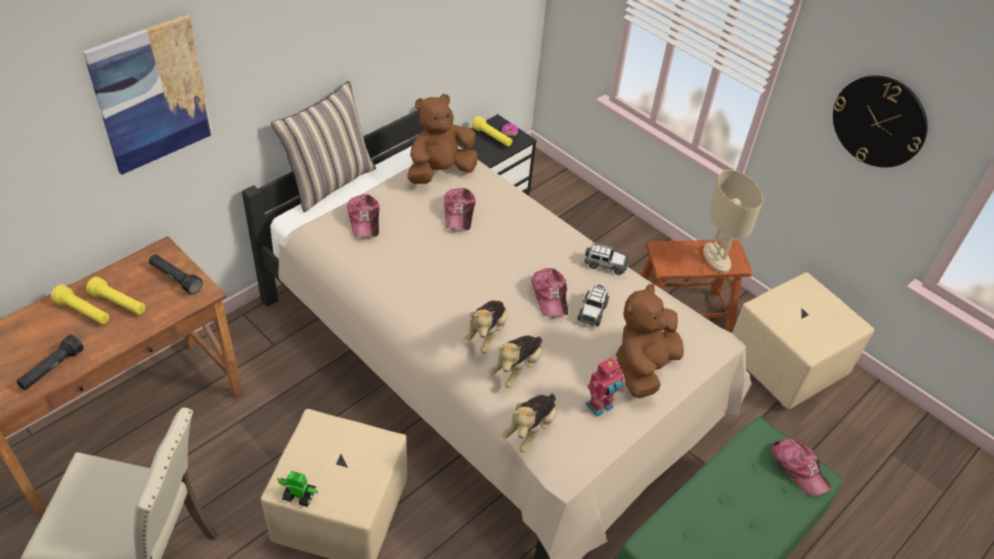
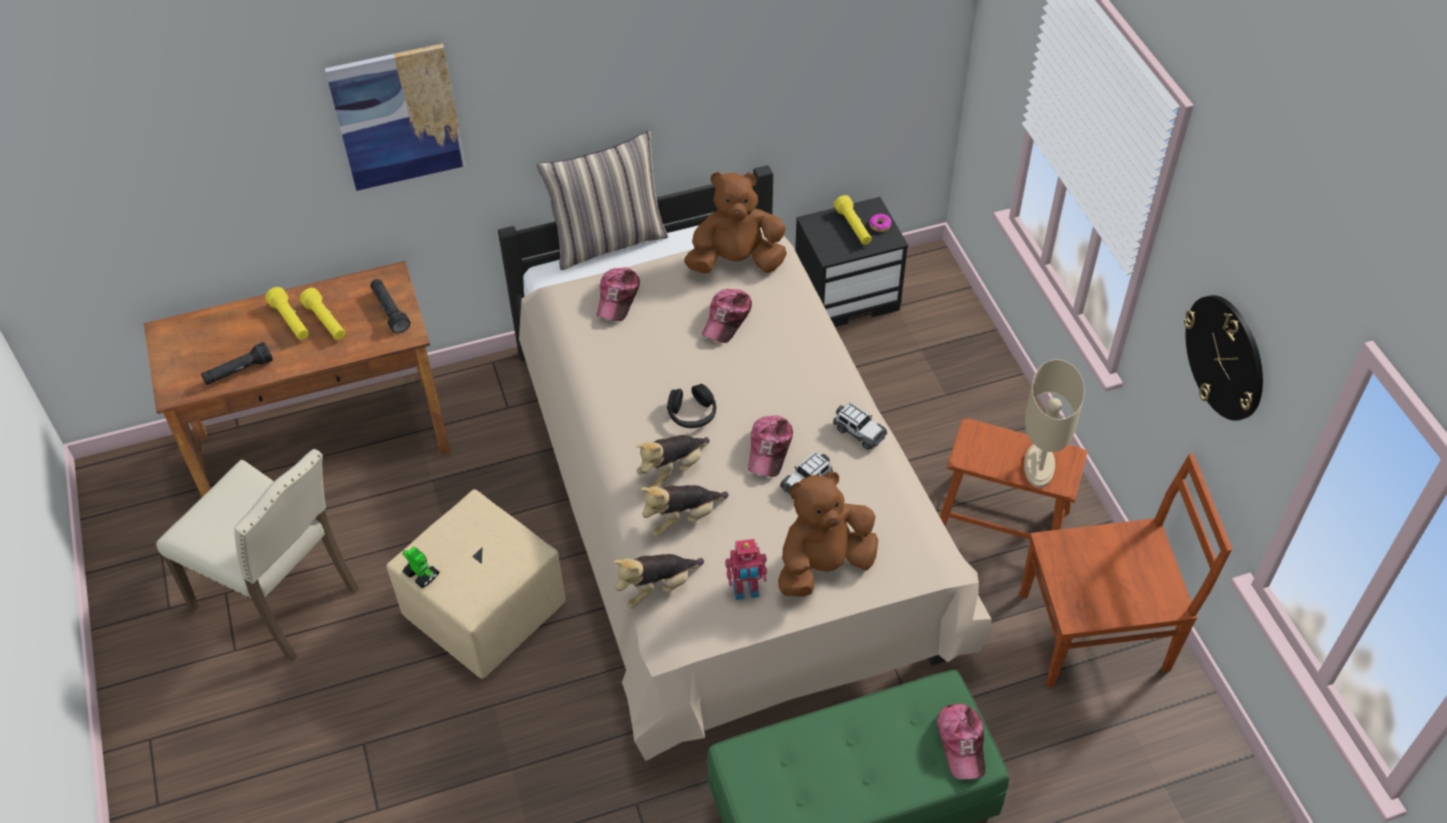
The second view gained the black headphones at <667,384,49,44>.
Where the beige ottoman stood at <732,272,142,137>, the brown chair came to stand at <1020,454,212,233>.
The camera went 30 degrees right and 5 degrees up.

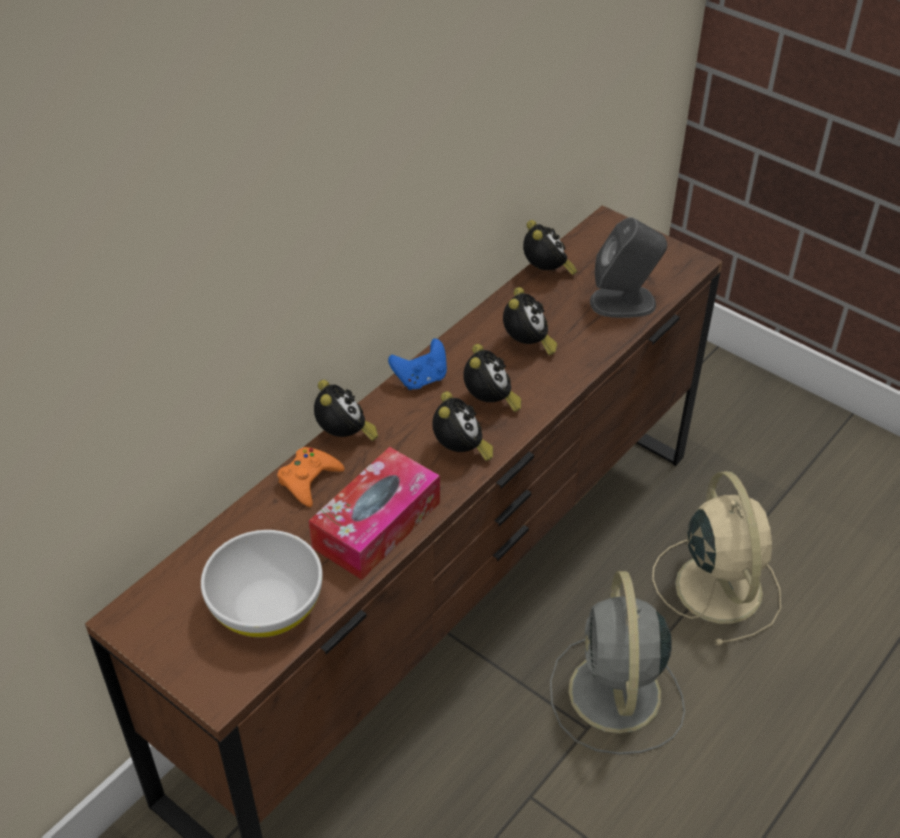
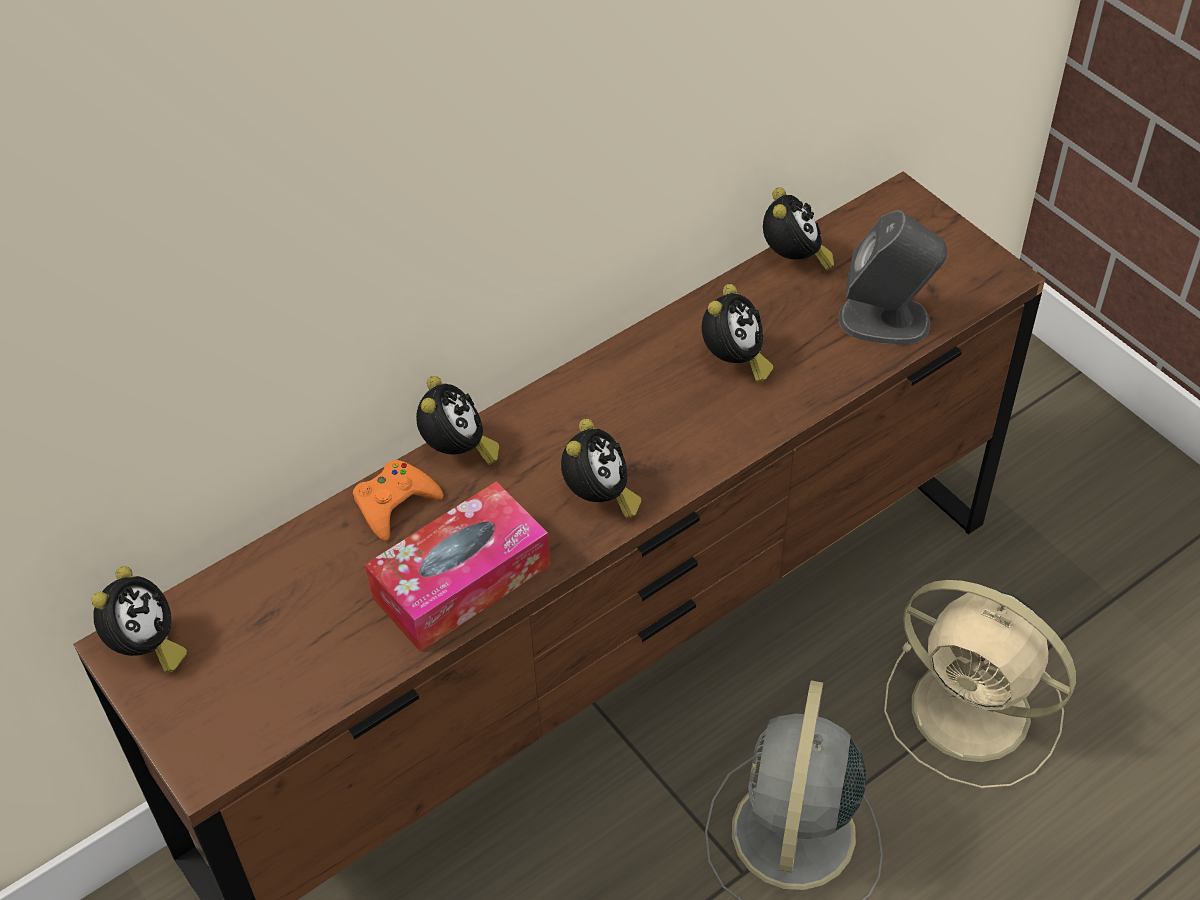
The second view lost the white bowl at <201,530,121,107>.
The second view lost the blue game controller at <388,339,59,51>.
The alarm clock ended up elsewhere, having gone from <463,344,58,68> to <91,566,96,107>.
The beige fan at <652,471,129,175> ended up facing another way, 120 degrees clockwise from before.
The camera went 15 degrees right and 5 degrees up.

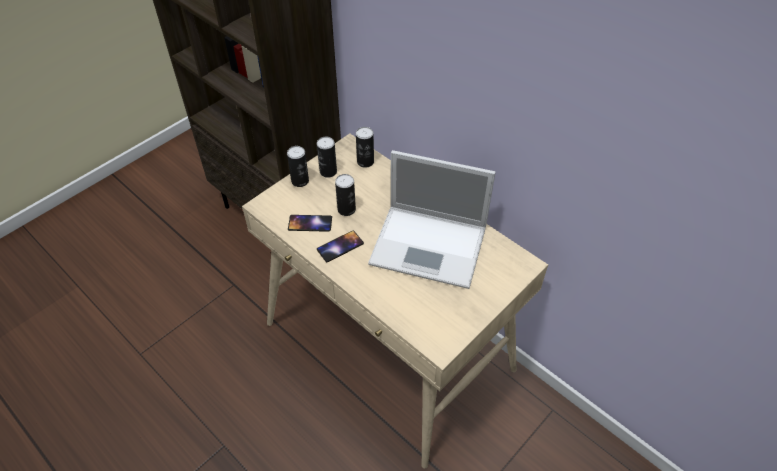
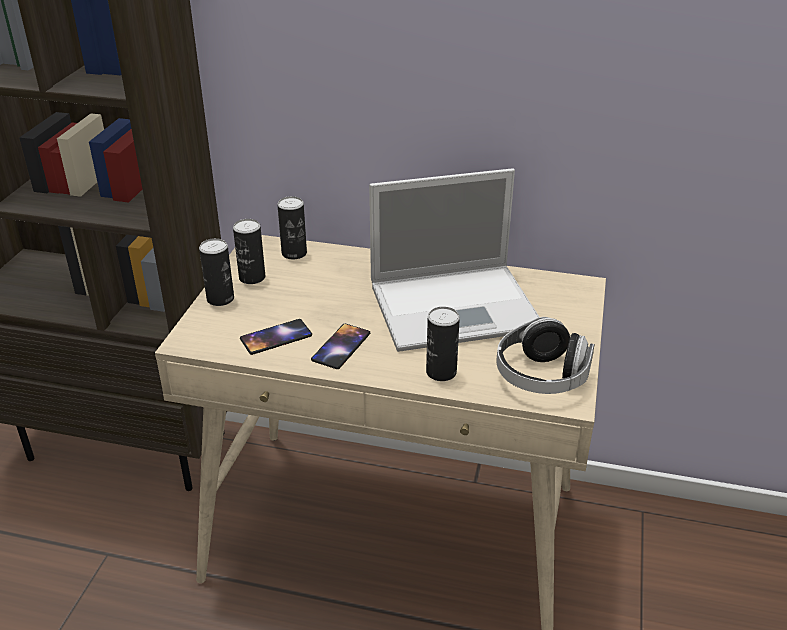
The second view gained the headphones at <496,317,98,77>.
The can ended up elsewhere, having gone from <335,174,21,42> to <426,307,34,74>.
The camera went 30 degrees left and 15 degrees down.

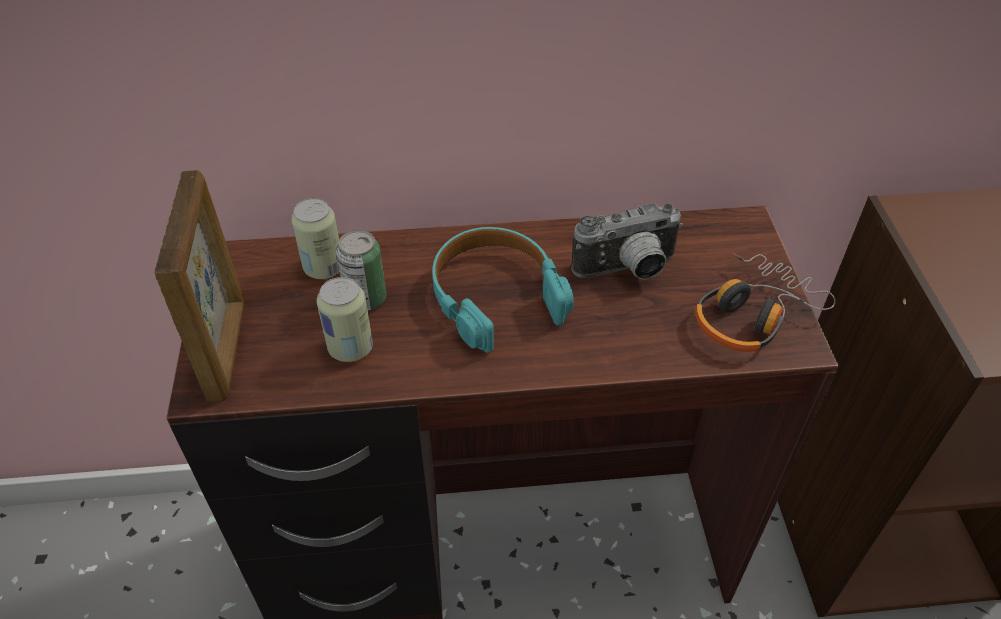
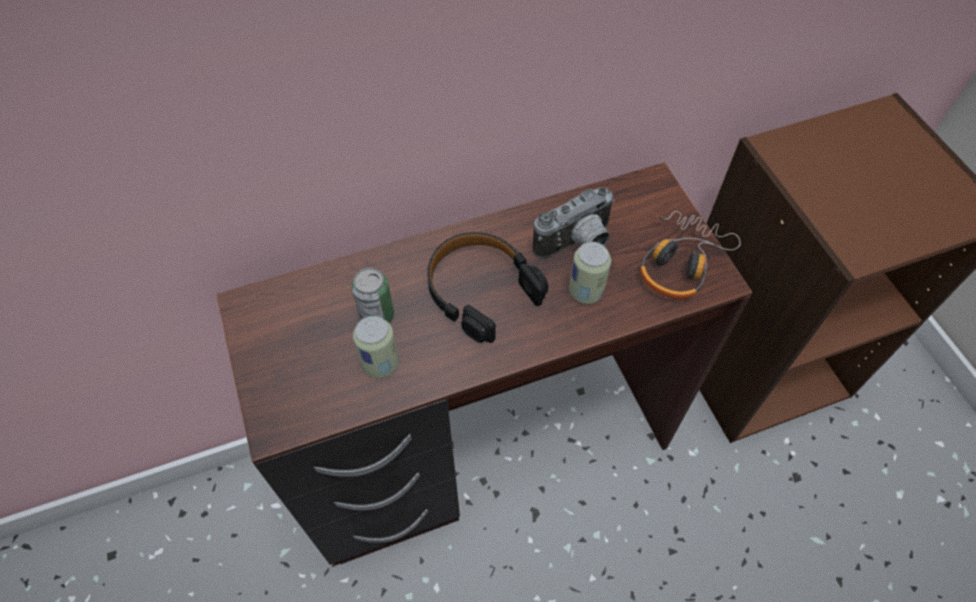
The second view lost the picture frame at <154,170,91,232>.
The can ended up elsewhere, having gone from <291,198,49,81> to <569,242,42,62>.
What was the turquoise headphones at <432,227,142,126> turned into the black headphones at <427,232,121,111>.
The camera went 15 degrees left and 10 degrees up.

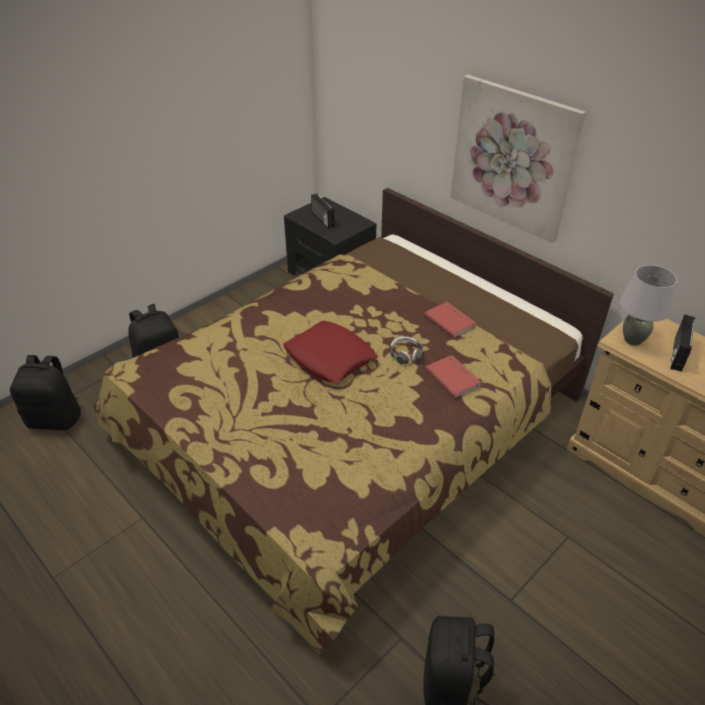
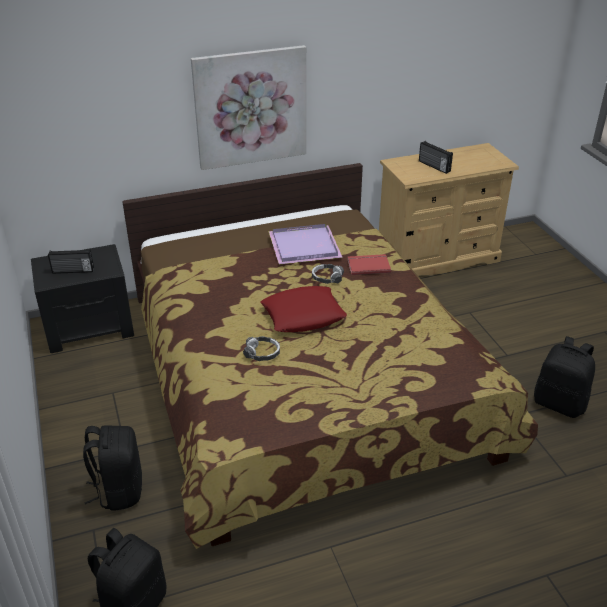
The second view lost the grey table lamp at <620,265,57,81>.
The second view gained the headphones at <243,336,37,25>.
Where the red book stood at <424,302,52,36>, the purple tray came to stand at <268,224,75,40>.
The camera went 65 degrees left and 5 degrees down.

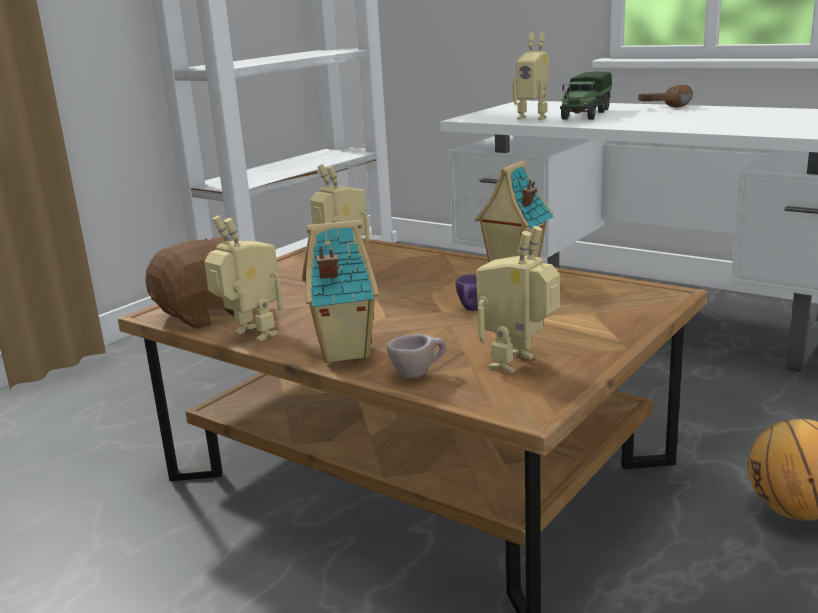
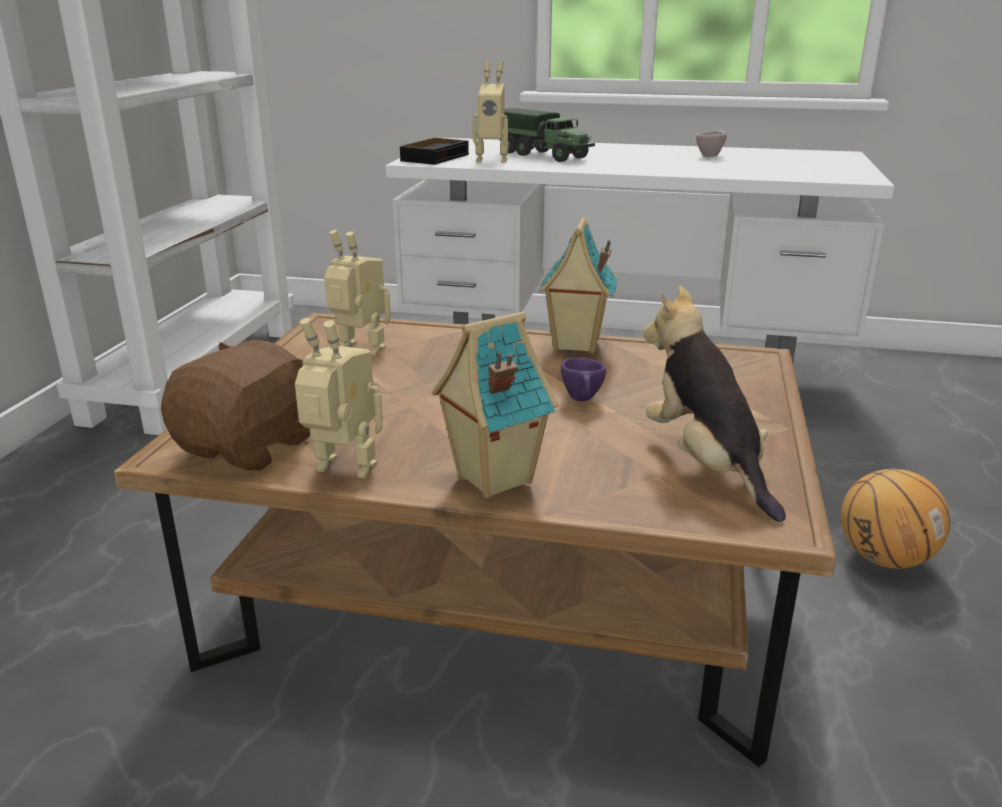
The second view lost the brown headphones at <638,85,55,22>.
The second view gained the alarm clock at <400,138,69,27>.
The beige cup ended up elsewhere, having gone from <387,334,59,44> to <696,131,31,26>.
Where the toy robot stood at <476,226,84,147>, the plush toy came to stand at <643,286,143,236>.
The toy truck at <560,71,52,49> ended up facing another way, 45 degrees counterclockwise from before.
The camera went 25 degrees left and 5 degrees up.

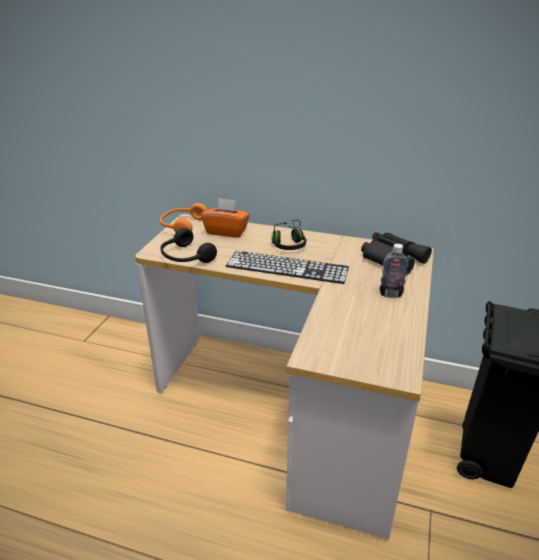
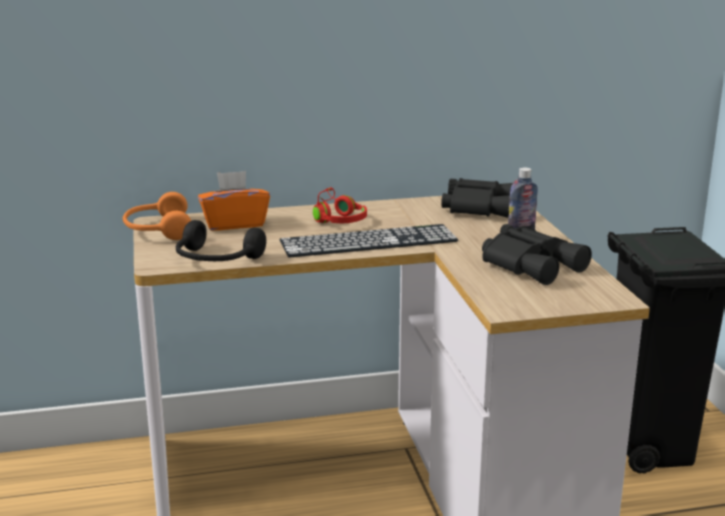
The second view gained the black binoculars at <482,224,110,61>.
What was the black headphones at <271,220,35,30> turned into the red headphones at <313,187,54,36>.
The camera went 30 degrees left and 10 degrees down.

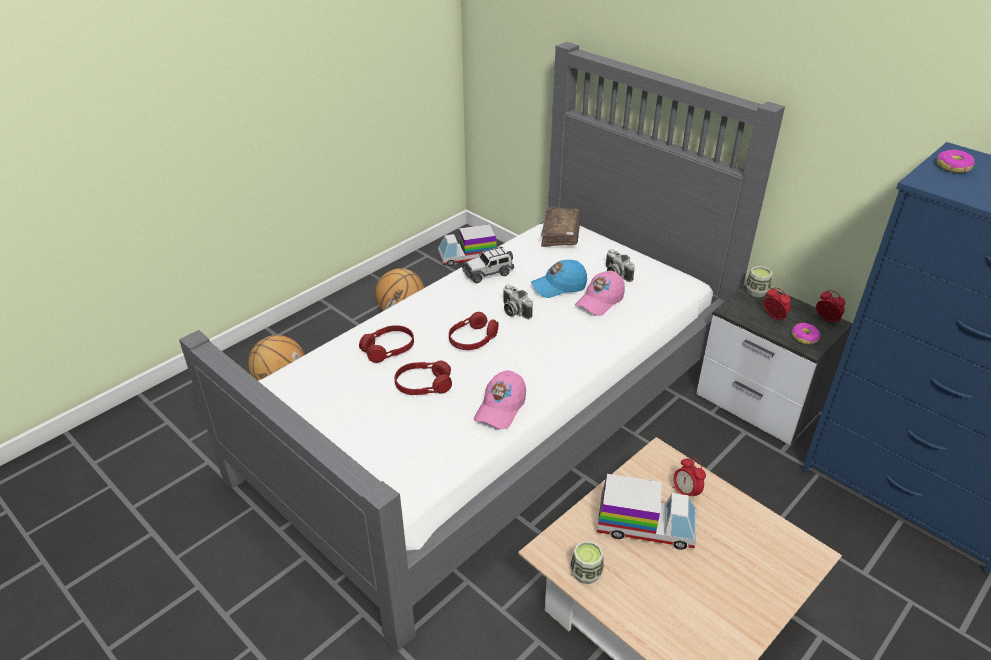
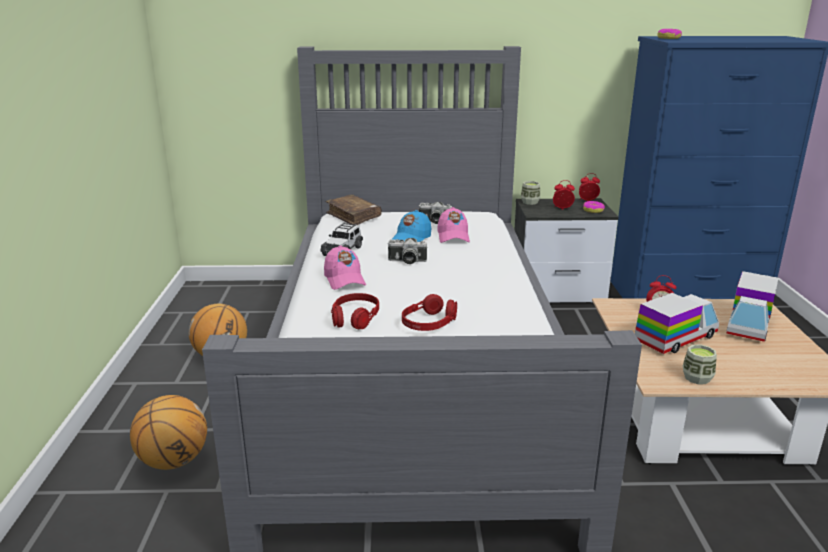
The second view lost the red headphones at <449,312,49,38>.
The toy truck ended up elsewhere, having gone from <438,224,59,42> to <726,271,52,71>.
The pink cap ended up elsewhere, having gone from <474,370,52,59> to <324,245,42,45>.
The camera went 45 degrees left and 15 degrees down.

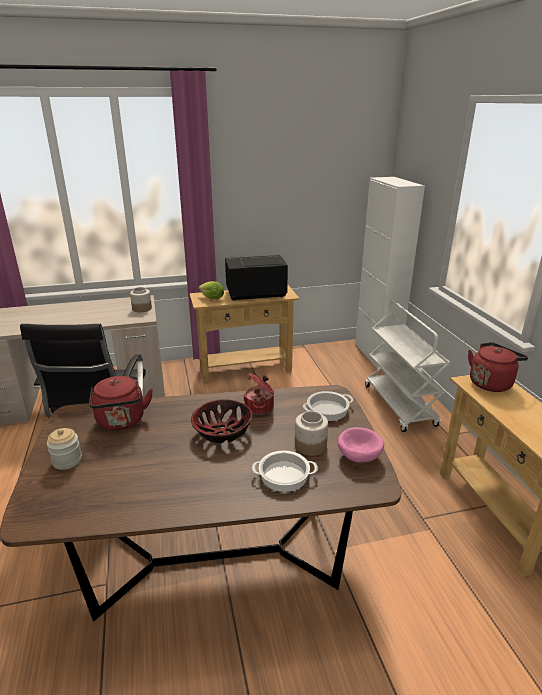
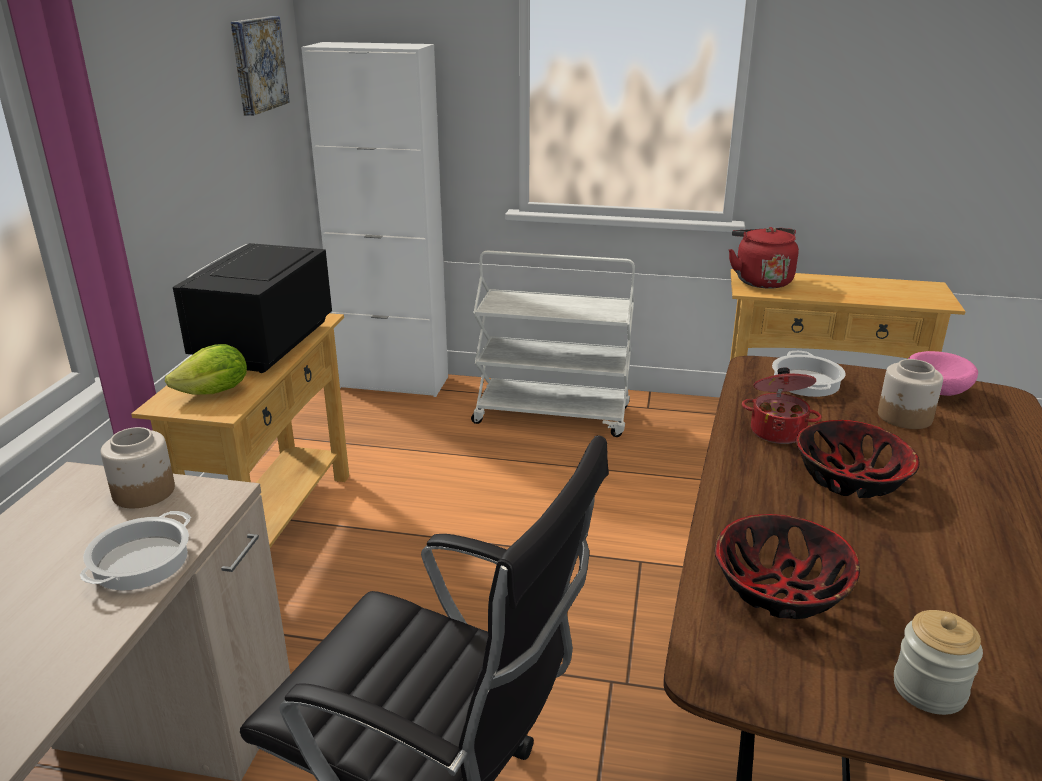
The second view gained the picture at <231,16,59,100>.
The cooking pot ended up elsewhere, having gone from <252,451,66,41> to <80,511,111,79>.
Where the red kettle stood at <89,376,64,54>, the bowl came to stand at <715,514,145,105>.
The camera went 65 degrees left and 0 degrees up.

